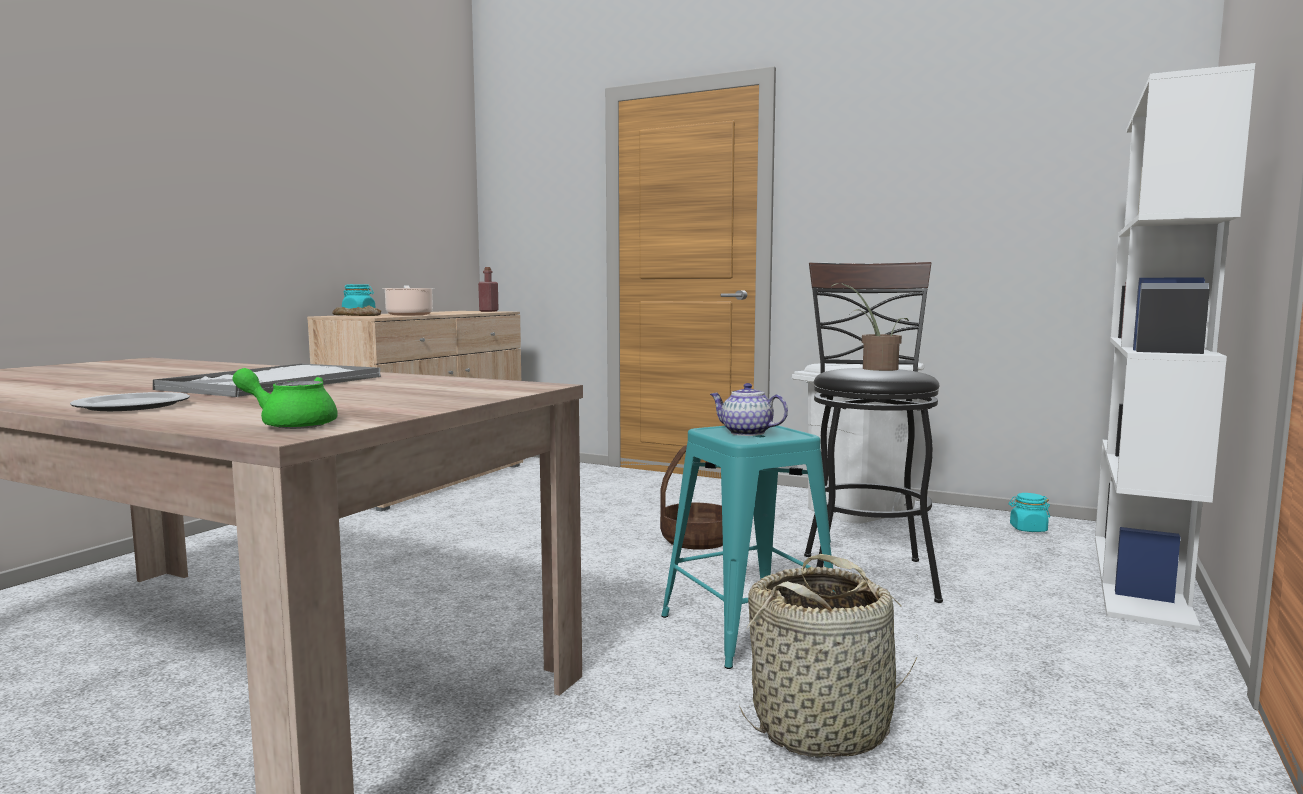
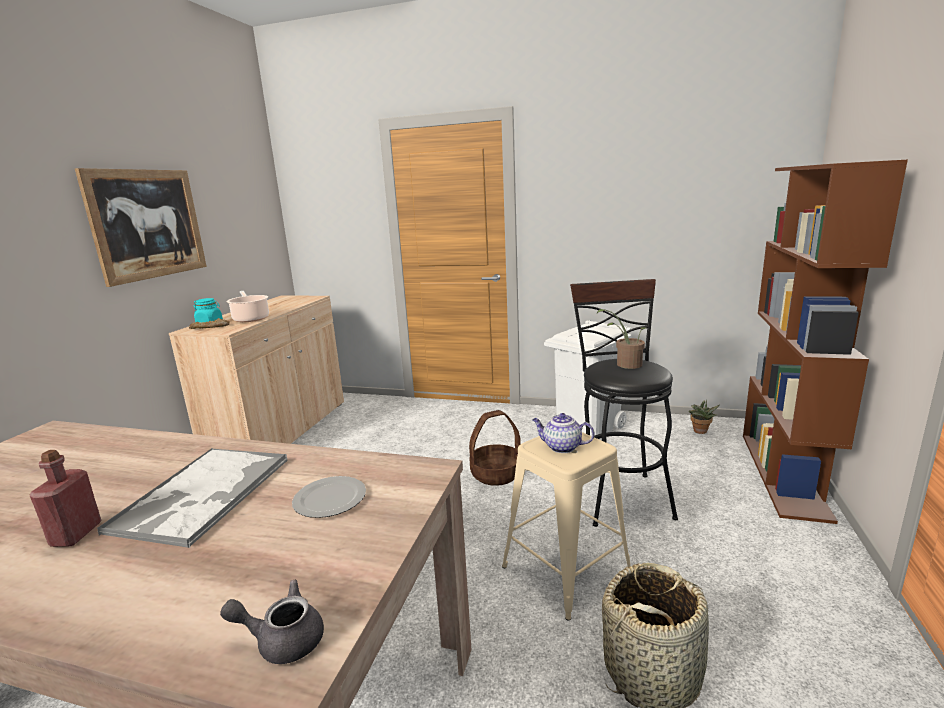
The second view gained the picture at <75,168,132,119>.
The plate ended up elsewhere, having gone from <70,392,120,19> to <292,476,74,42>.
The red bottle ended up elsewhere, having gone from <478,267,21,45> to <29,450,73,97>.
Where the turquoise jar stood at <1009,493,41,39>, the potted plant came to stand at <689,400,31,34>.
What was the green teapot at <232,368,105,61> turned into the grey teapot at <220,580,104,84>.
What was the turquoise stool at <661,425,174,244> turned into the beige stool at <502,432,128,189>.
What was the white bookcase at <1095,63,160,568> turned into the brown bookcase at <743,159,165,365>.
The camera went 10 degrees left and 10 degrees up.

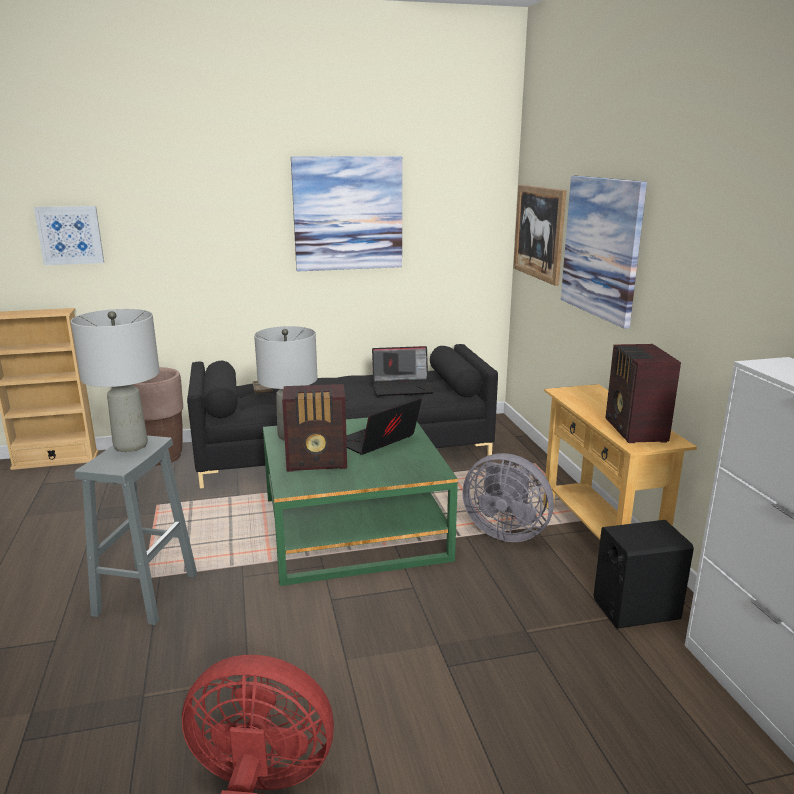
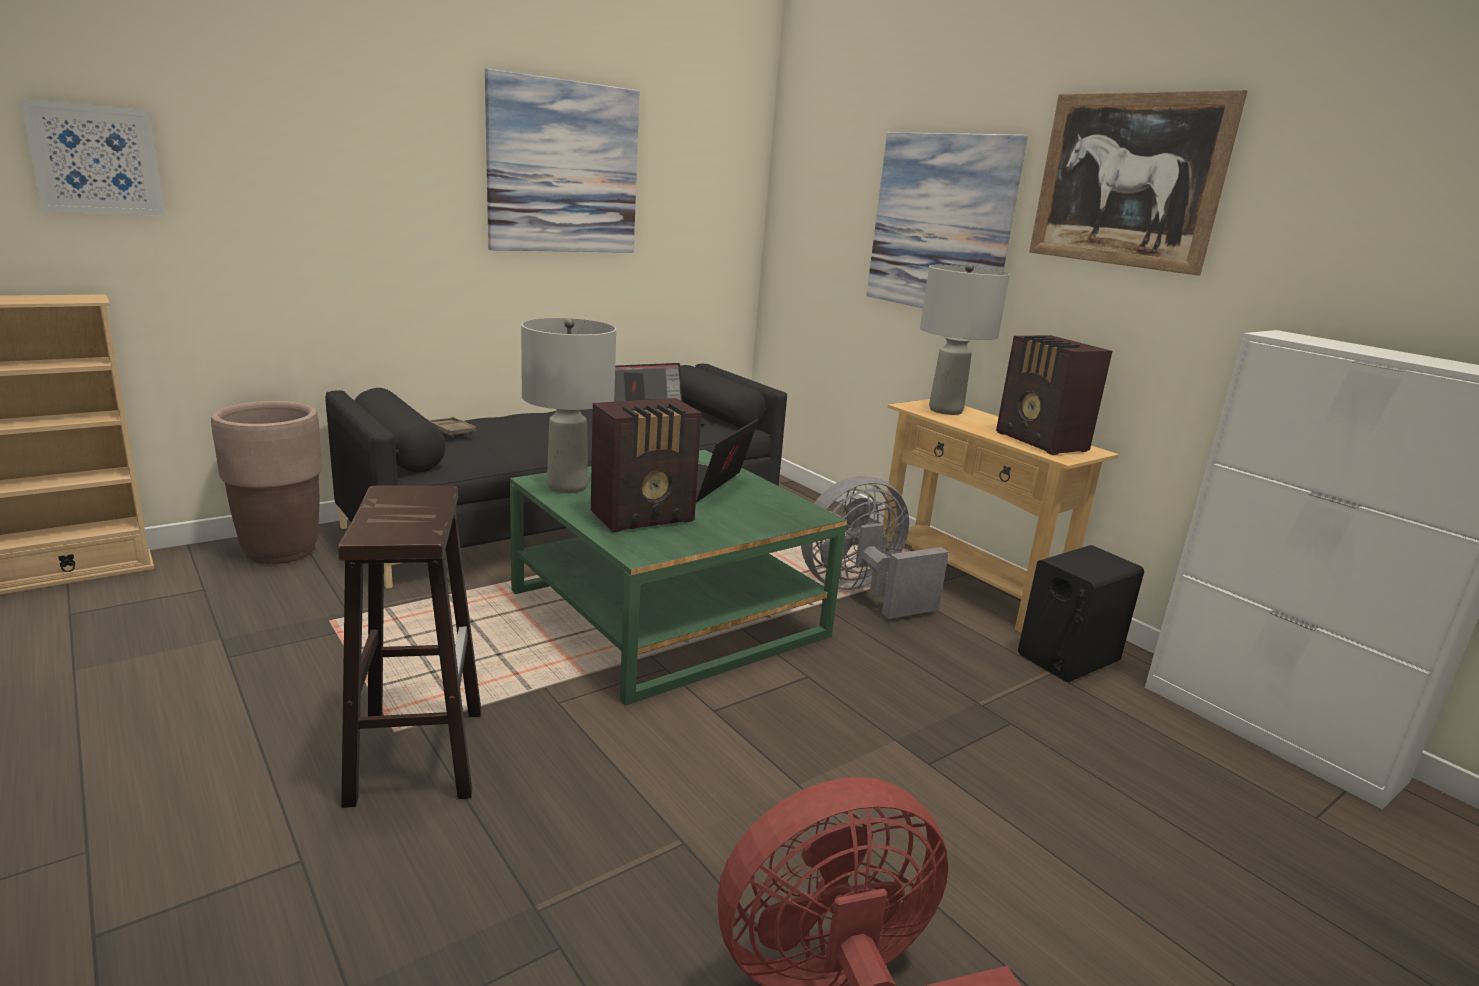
The grey table lamp ended up elsewhere, having gone from <71,309,89,143> to <920,263,90,152>.
The picture ended up elsewhere, having gone from <513,184,53,102> to <1029,90,218,185>.
What was the grey stool at <75,436,122,189> turned into the brown stool at <338,486,143,322>.
The grey fan at <462,453,92,89> ended up facing another way, 150 degrees clockwise from before.
The camera went 25 degrees left and 0 degrees up.

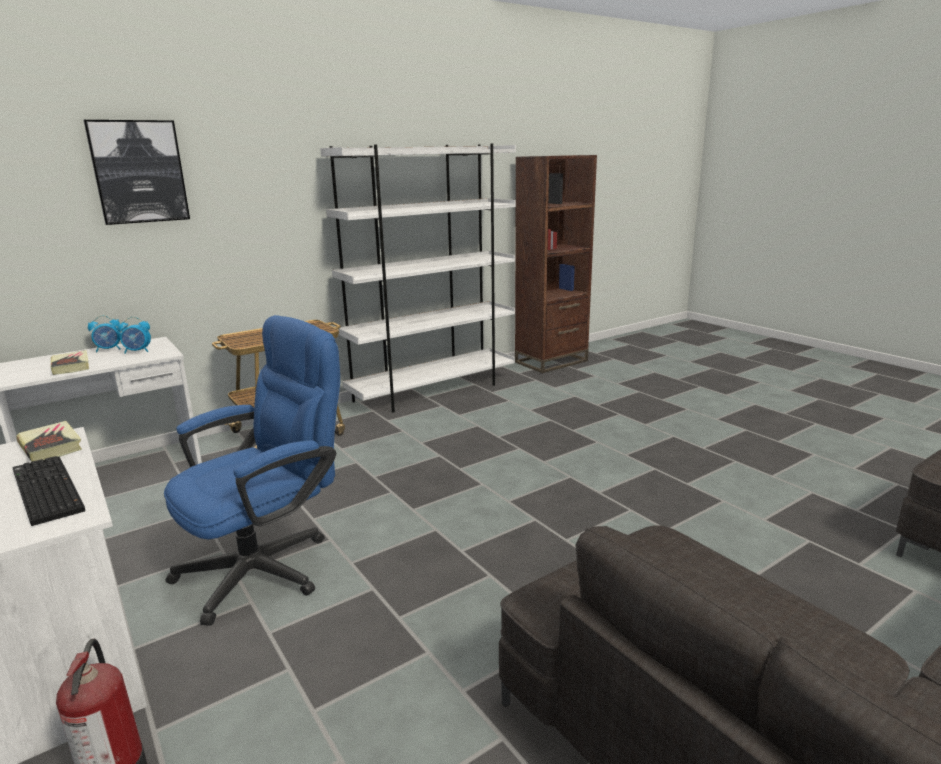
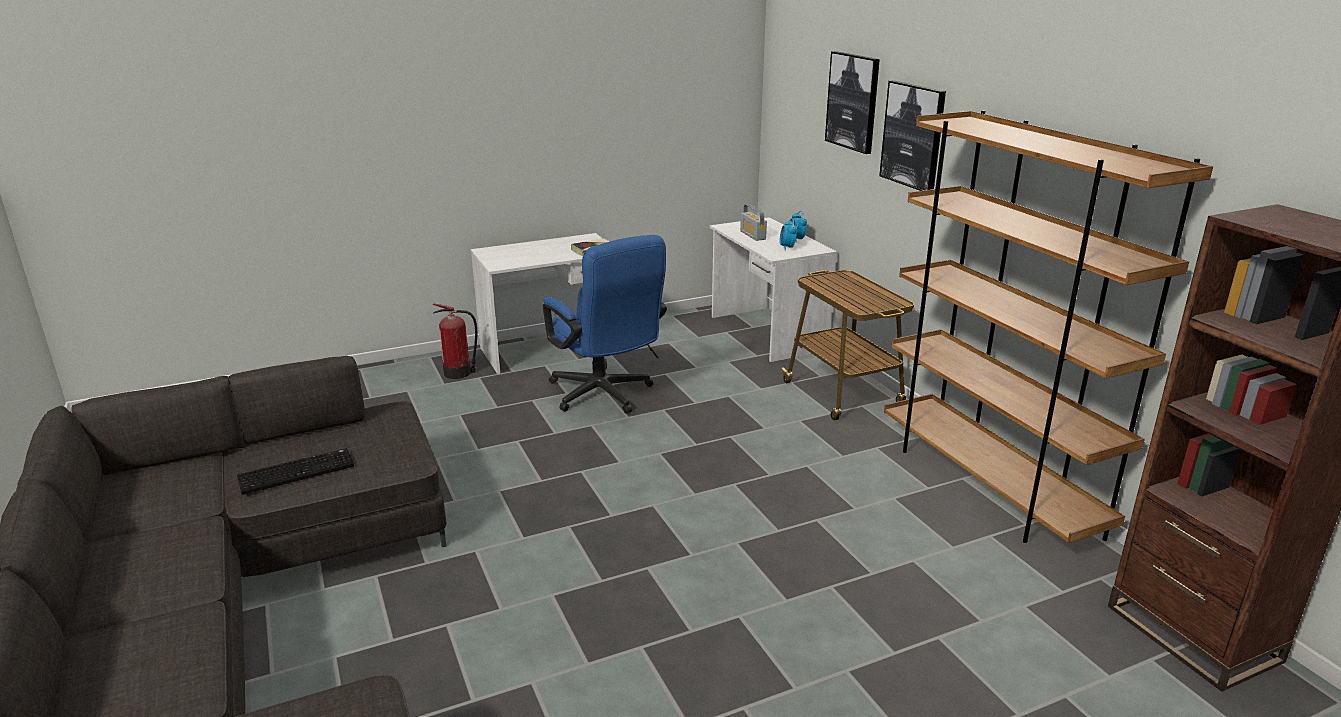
The second view gained the picture at <879,80,67,111>.
The keyboard ended up elsewhere, having gone from <12,456,73,70> to <237,448,117,47>.
Where the book stood at <51,350,38,25>, the radio came to stand at <740,204,27,37>.
What was the white bookcase at <320,143,196,269> turned into the brown bookcase at <884,110,329,433>.
The camera went 100 degrees right and 5 degrees up.

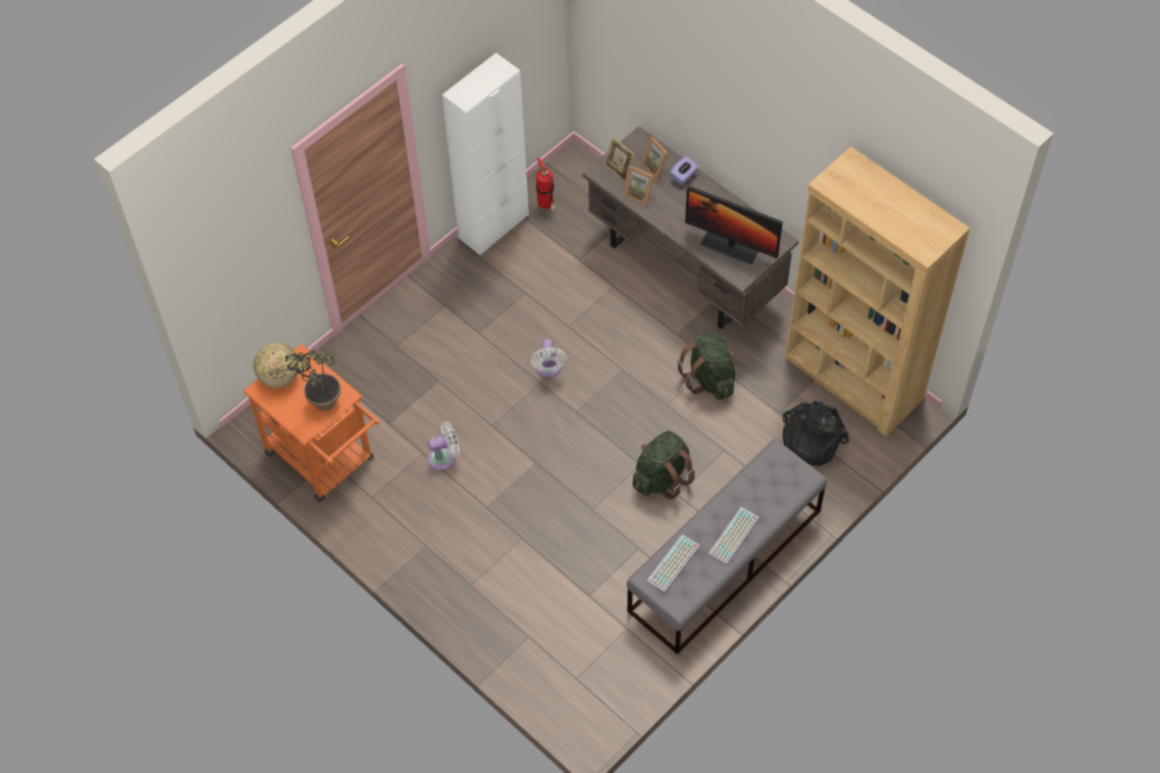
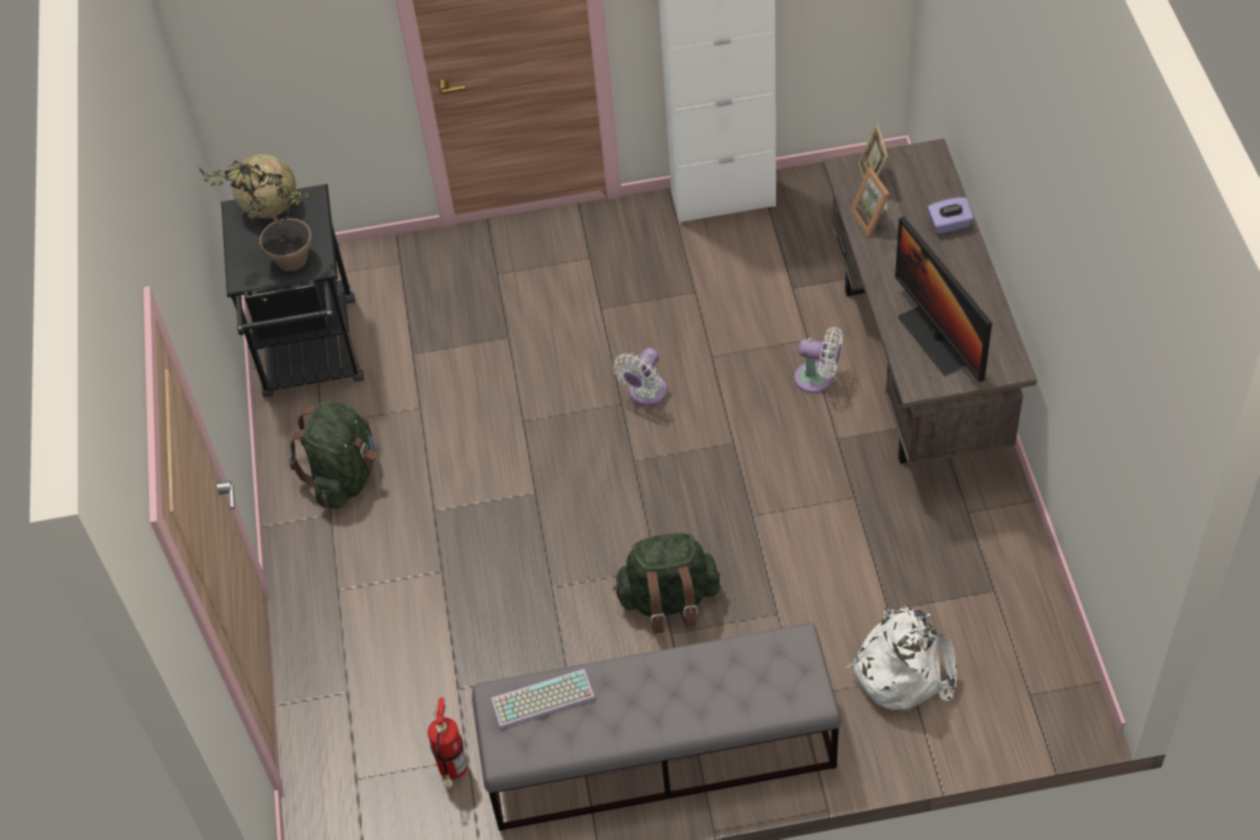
The second view lost the picture frame at <641,137,27,44>.
The second view lost the keyboard at <708,507,52,58>.
The second view lost the brown bookcase at <785,147,185,290>.
The white fan ended up elsewhere, having gone from <428,422,32,49> to <794,327,49,66>.
The fire extinguisher ended up elsewhere, having gone from <536,158,20,52> to <428,698,40,90>.
The green backpack ended up elsewhere, having gone from <677,331,60,69> to <289,402,87,107>.
What was the orange cart at <243,344,137,158> turned into the black cart at <221,184,143,213>.
What was the black backpack at <783,401,66,65> turned into the white backpack at <847,605,110,106>.
The camera went 40 degrees right and 5 degrees down.

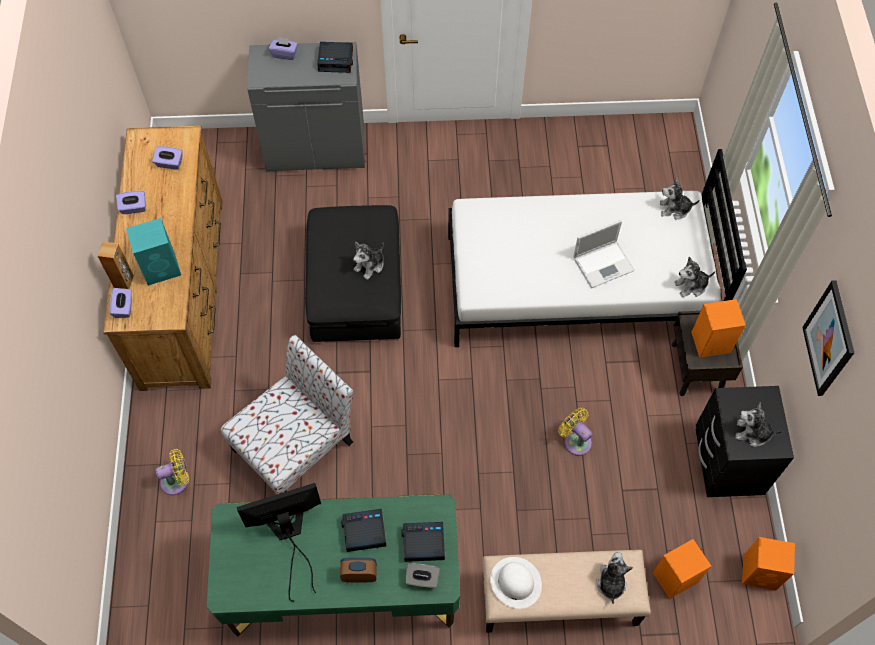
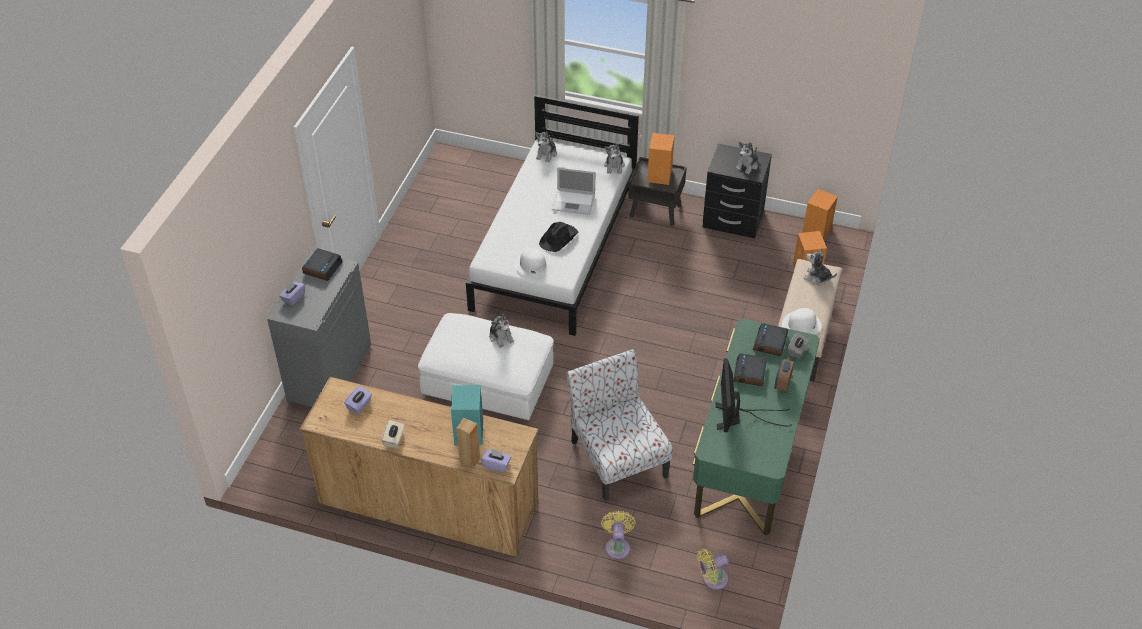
The second view lost the picture at <802,280,52,116>.
The second view gained the white hat at <514,248,38,30>.
The second view gained the black hat at <539,222,40,30>.
The yellow fan ended up elsewhere, having gone from <558,408,35,48> to <697,549,32,41>.
What was the purple tissue box at <116,191,30,23> turned into the beige tissue box at <382,420,22,28>.
What was the black ottoman at <305,205,96,137> turned into the white ottoman at <418,313,136,107>.
The laptop at <573,220,62,68> ended up facing another way, 105 degrees clockwise from before.
The camera went 70 degrees left and 15 degrees down.

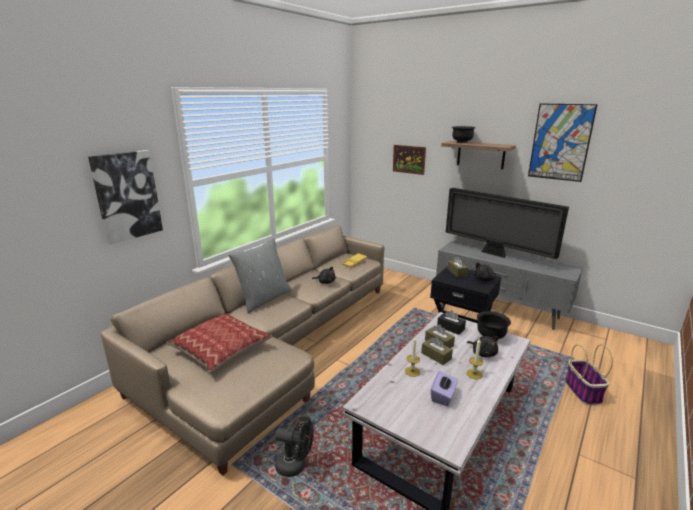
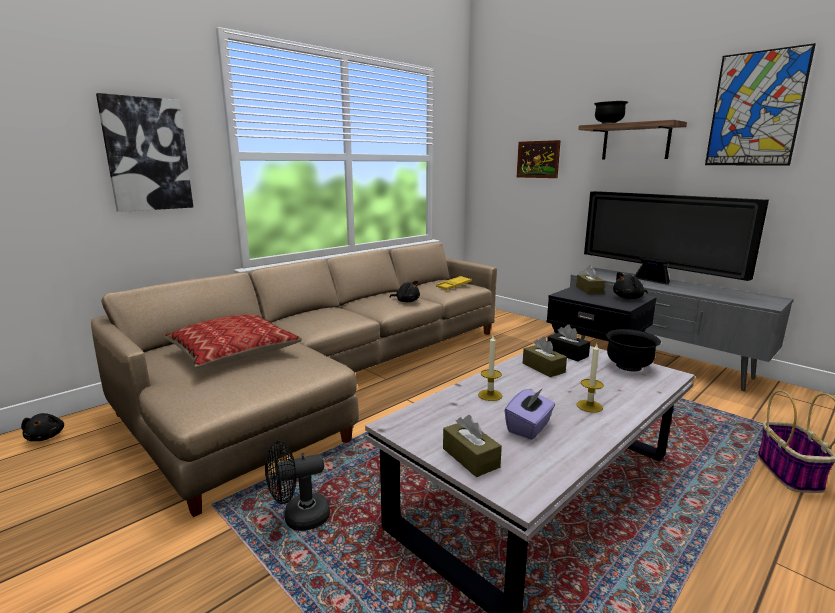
The second view lost the grey pillow at <228,238,64,75>.
The brown tissue box ended up elsewhere, having gone from <421,337,32,28> to <443,415,59,62>.
The black plush toy ended up elsewhere, having gone from <467,336,31,22> to <21,413,43,28>.
The black fan at <275,417,39,60> ended up facing another way, 135 degrees clockwise from before.
The camera went 10 degrees right and 5 degrees down.

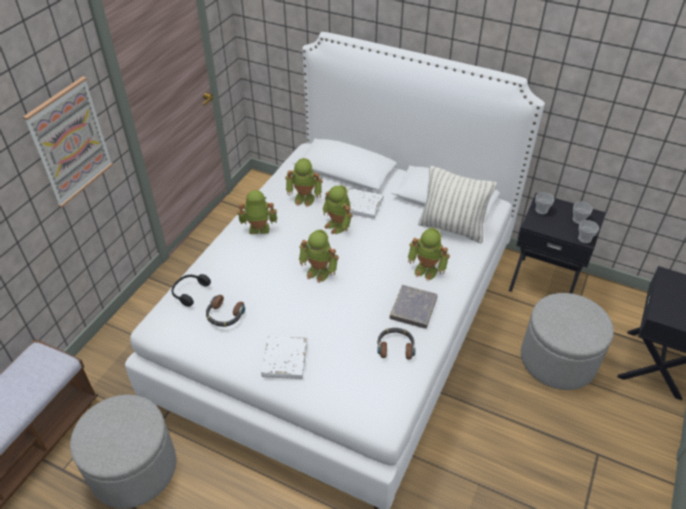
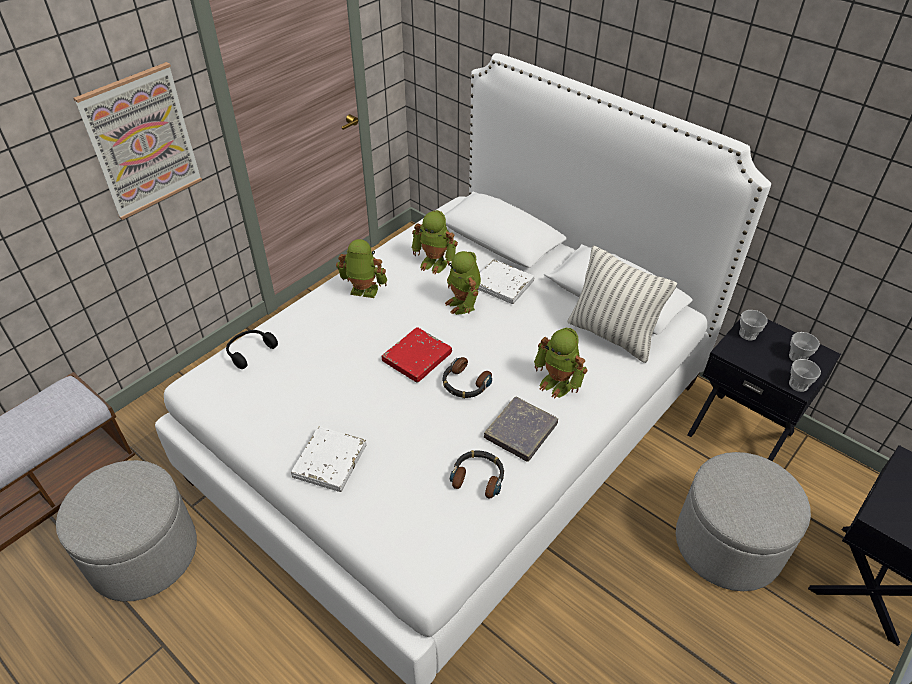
The headphones ended up elsewhere, having gone from <206,295,39,32> to <442,357,50,41>.
Where the toy robot stood at <299,229,40,54>, the red book came to stand at <382,327,70,56>.
The camera went 15 degrees right and 0 degrees up.

